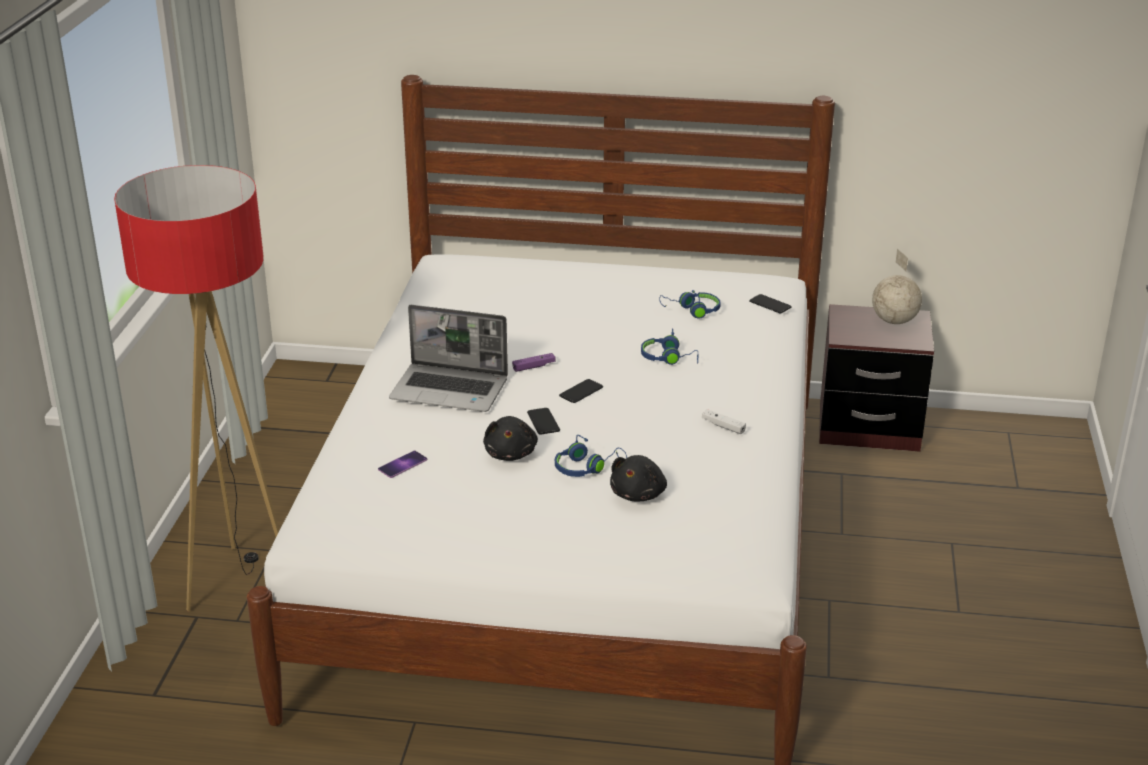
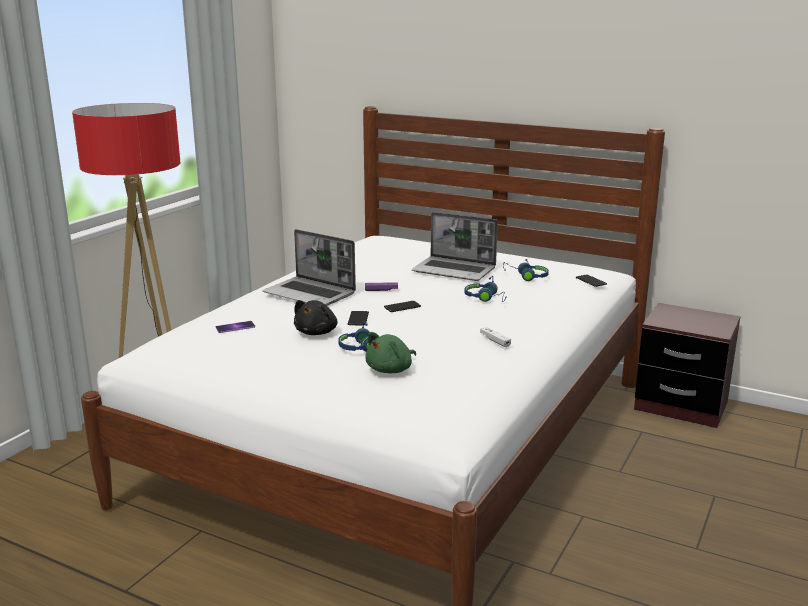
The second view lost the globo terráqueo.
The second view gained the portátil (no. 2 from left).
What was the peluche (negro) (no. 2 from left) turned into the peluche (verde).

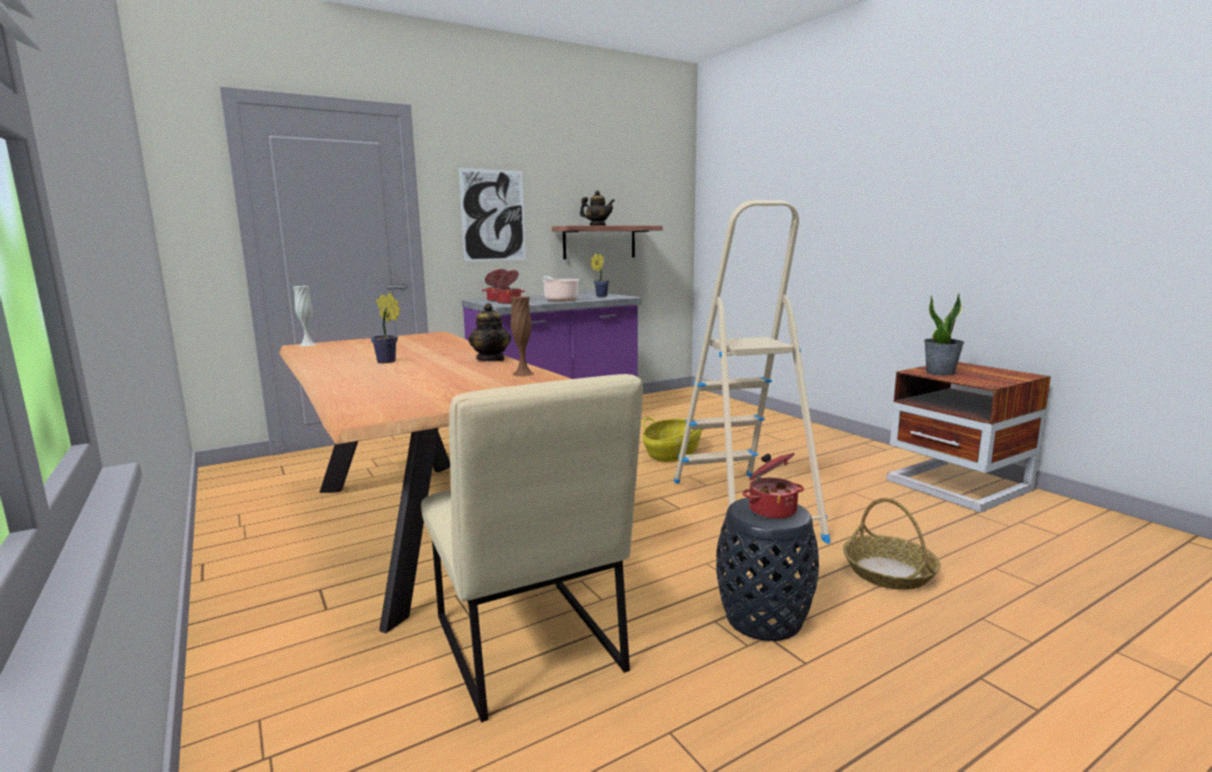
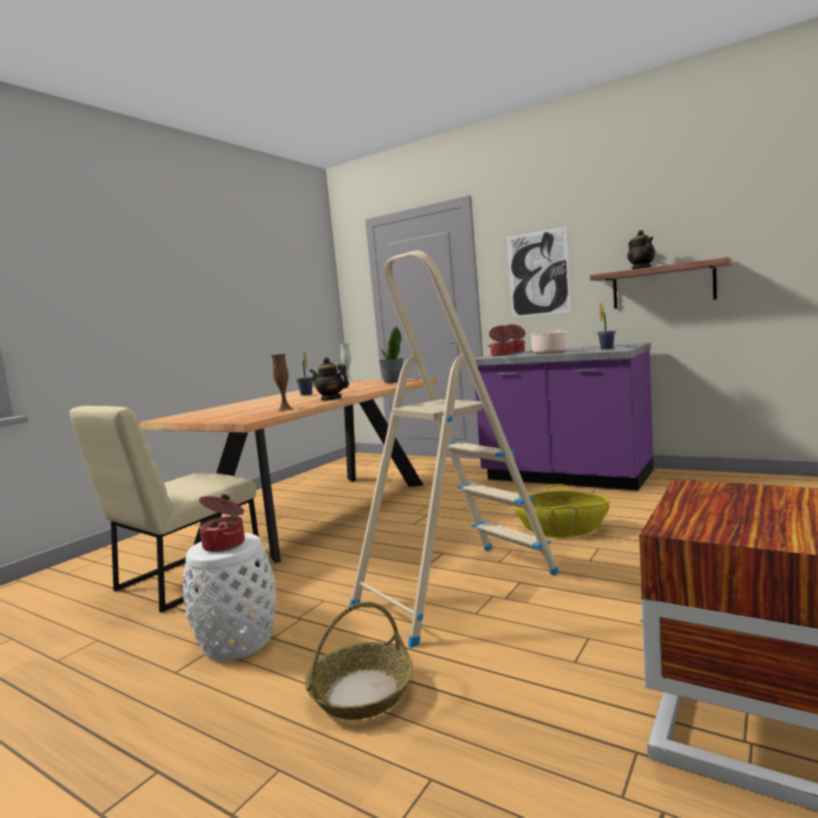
The planta en maceta (no. 3 from left in the first image) ended up elsewhere.
What was the taburete (negro) turned into the taburete (blanco).
The tetera (no. 1 from left) ended up facing another way, 75 degrees clockwise from before.

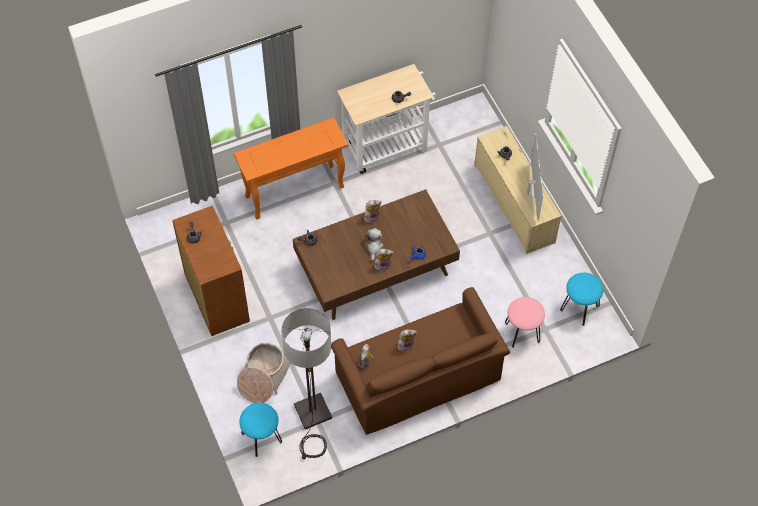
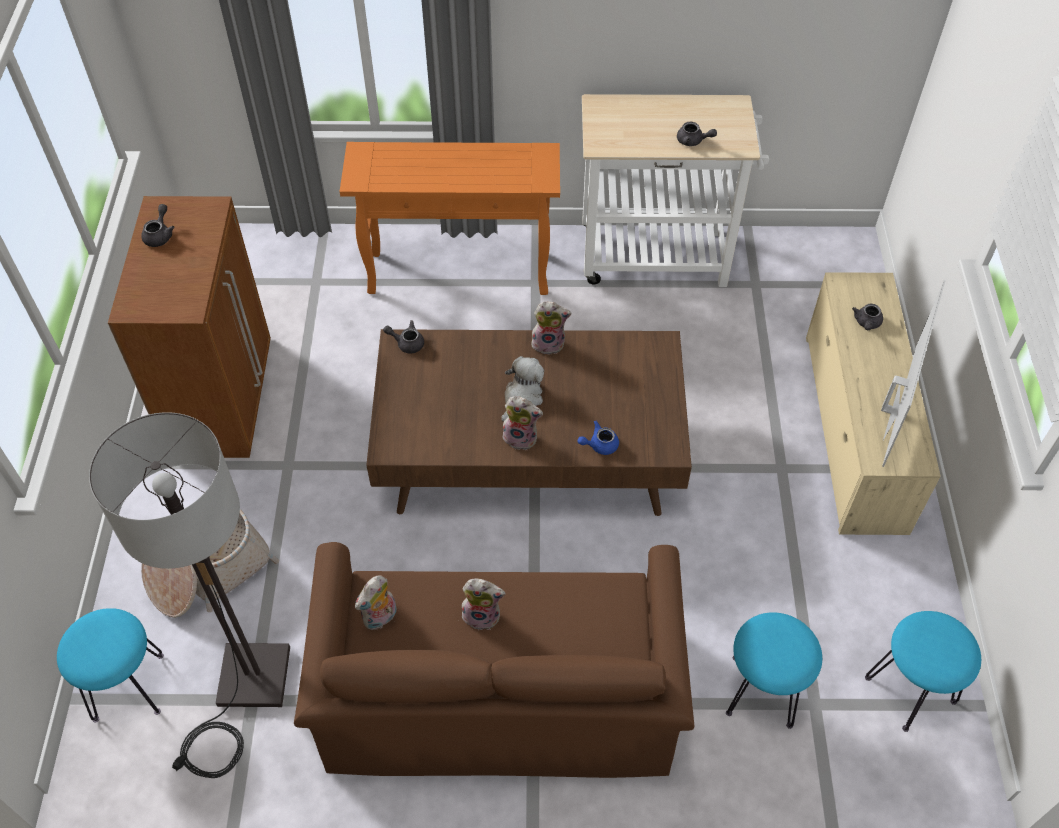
What was the taburete (rosa) turned into the taburete (turquesa) (no. 2 from left).

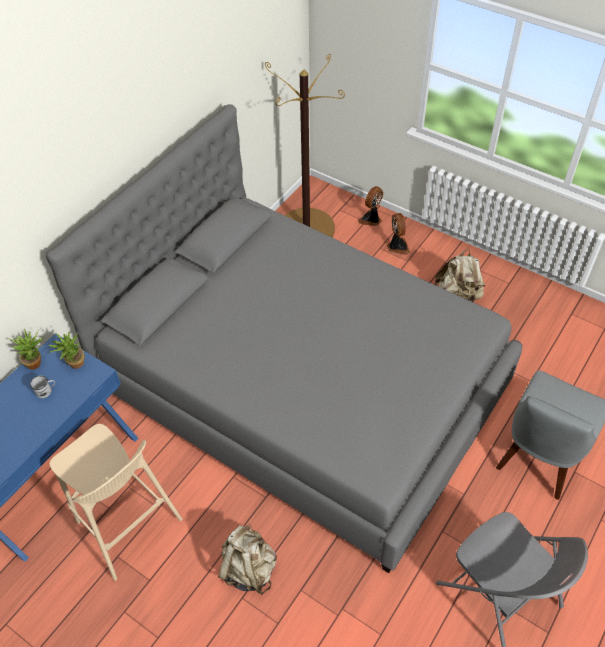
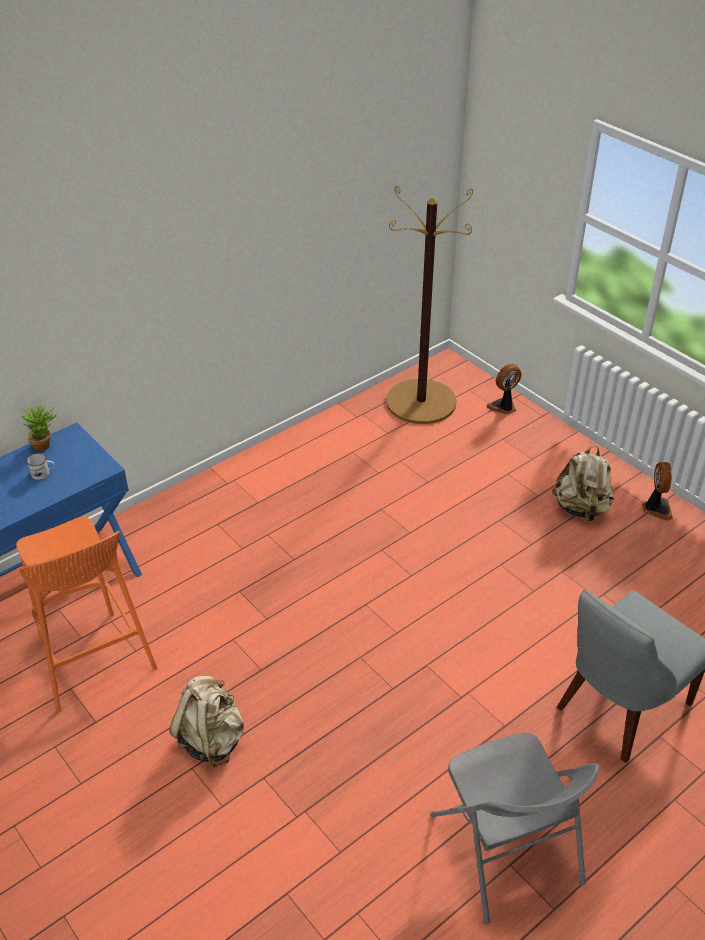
The second view lost the cama (gris).
The second view lost the planta en maceta (no. 2 from left).
The ventilador (no. 2 from left) ended up elsewhere.
What was the taburete (beis) turned into the taburete (naranja).

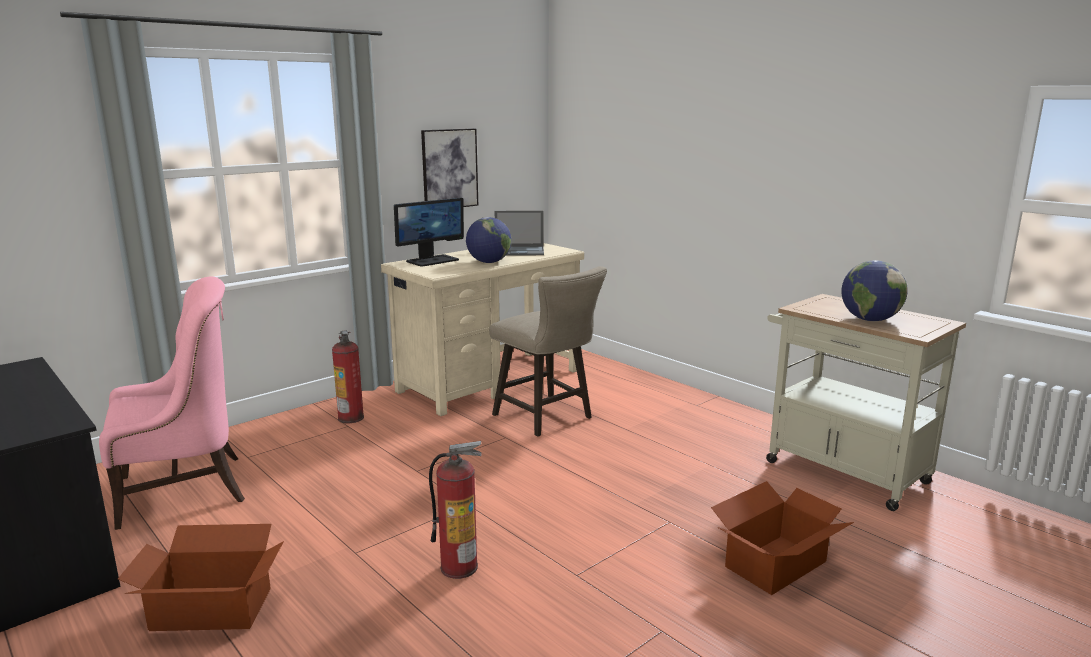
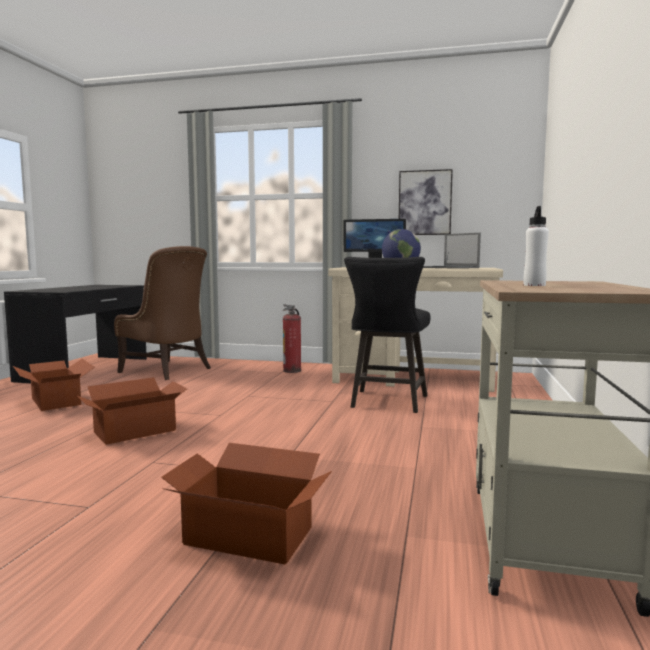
Where the extintor (no. 2 from left) stood, the caja de cartón (no. 2 from left) came to stand.
Where the globo terráqueo (no. 2 from left) stood, the botella (blanco) came to stand.
What was the silla (rosa) turned into the silla (marrón).
What was the taburete (beis) turned into the taburete (negro).

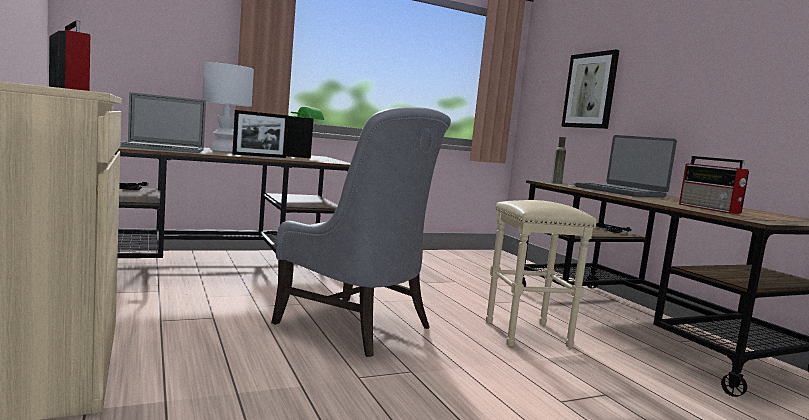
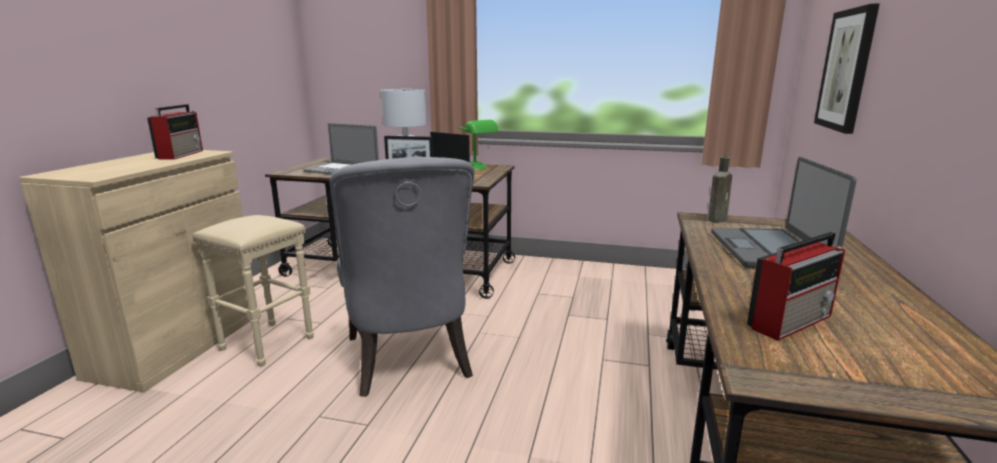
The taburete (beis) ended up elsewhere.
The radio (no. 2 from left) ended up facing another way, 135 degrees counterclockwise from before.

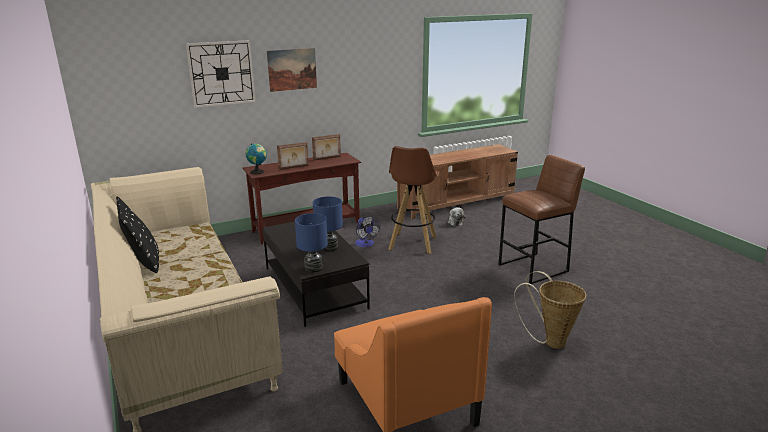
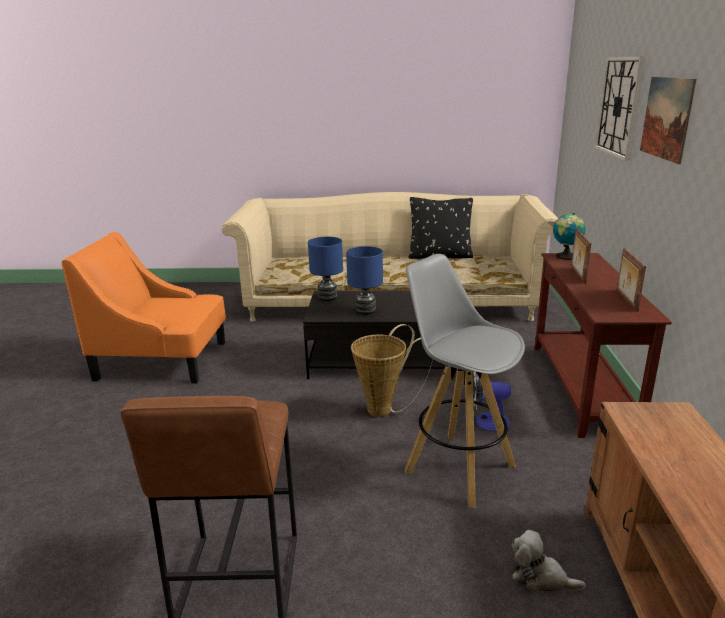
The cesta ended up elsewhere.
What was the taburete (marrón) (no. 1 from left) turned into the taburete (gris).

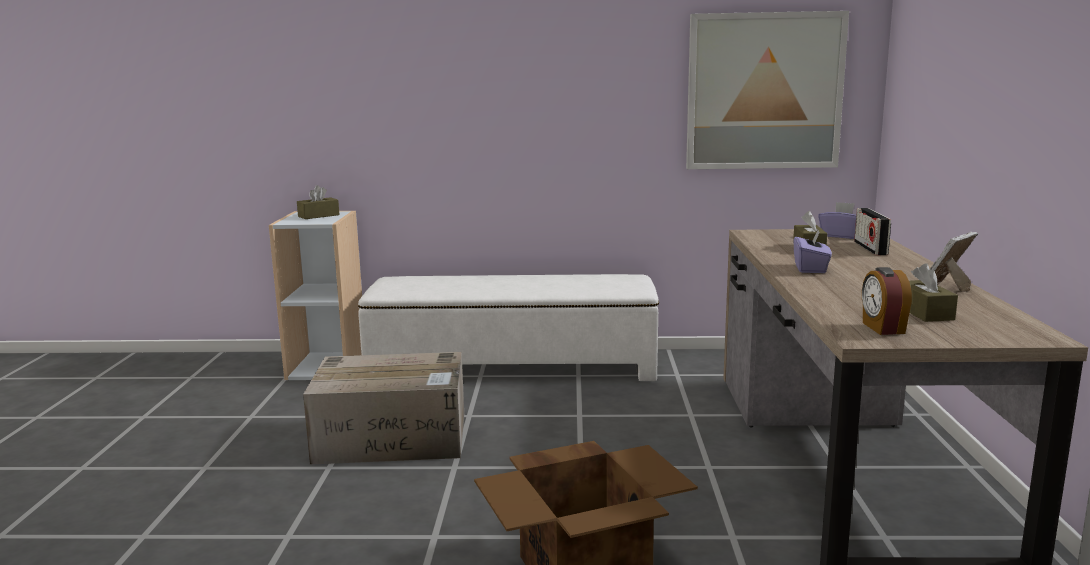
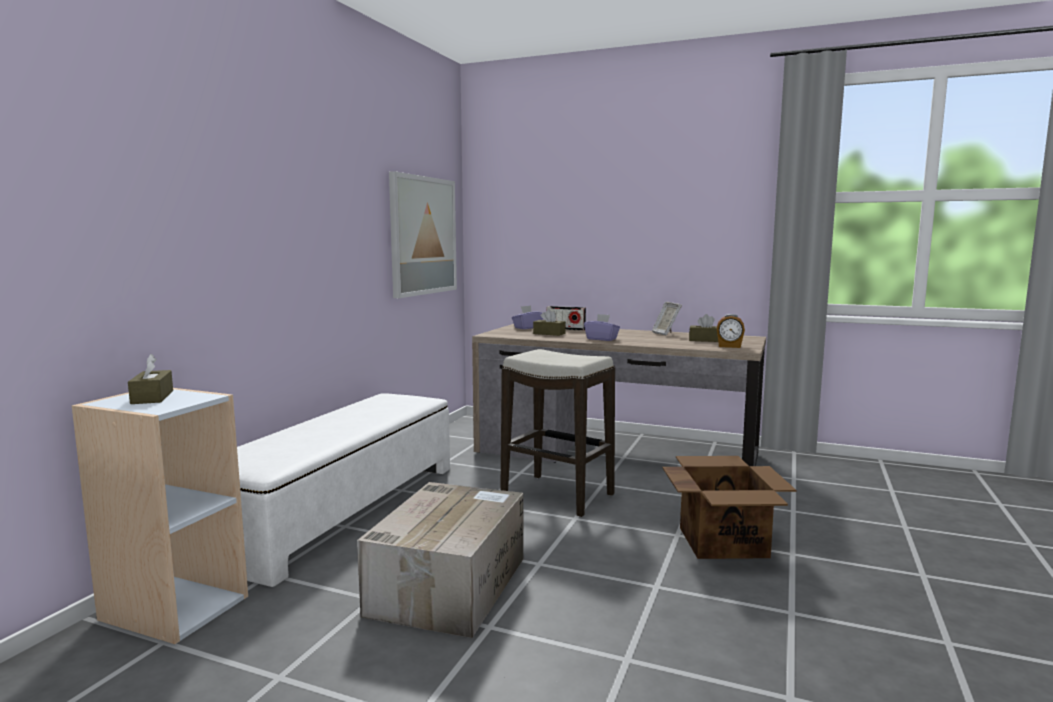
The second view gained the taburete.

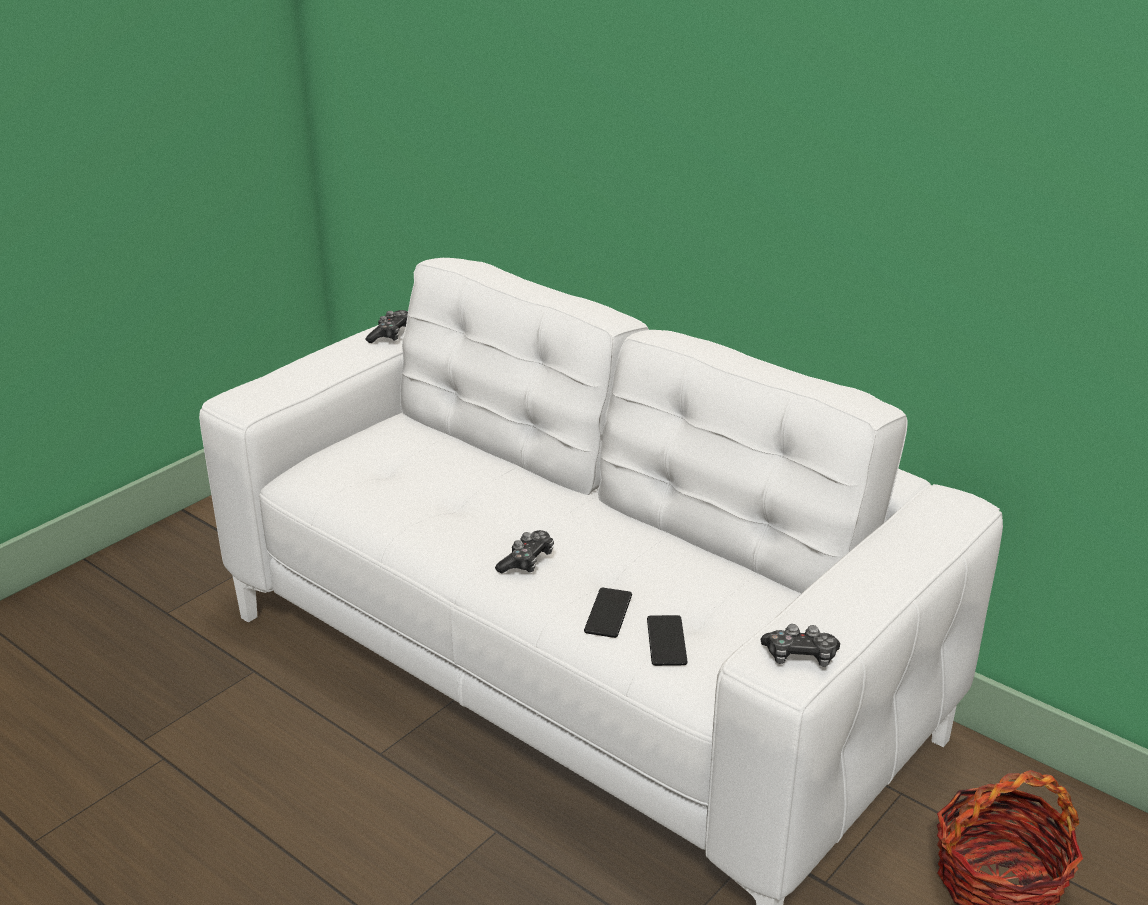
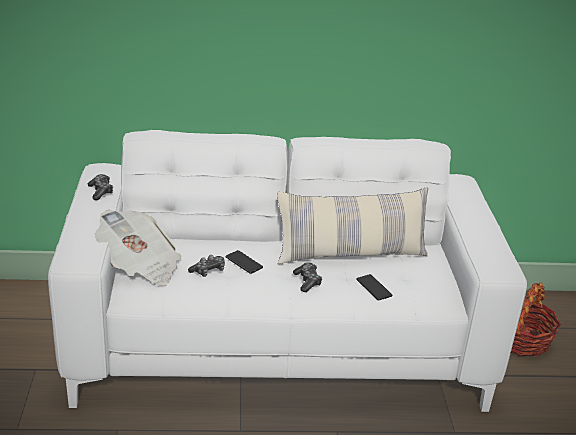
The second view gained the periódico.
The second view gained the cojín.
The móvil (no. 2 from left in the first image) ended up elsewhere.
The mando de consola (no. 3 from left in the first image) ended up elsewhere.

